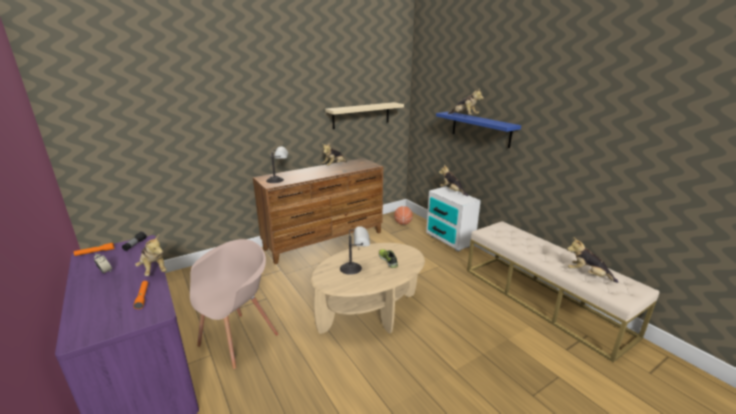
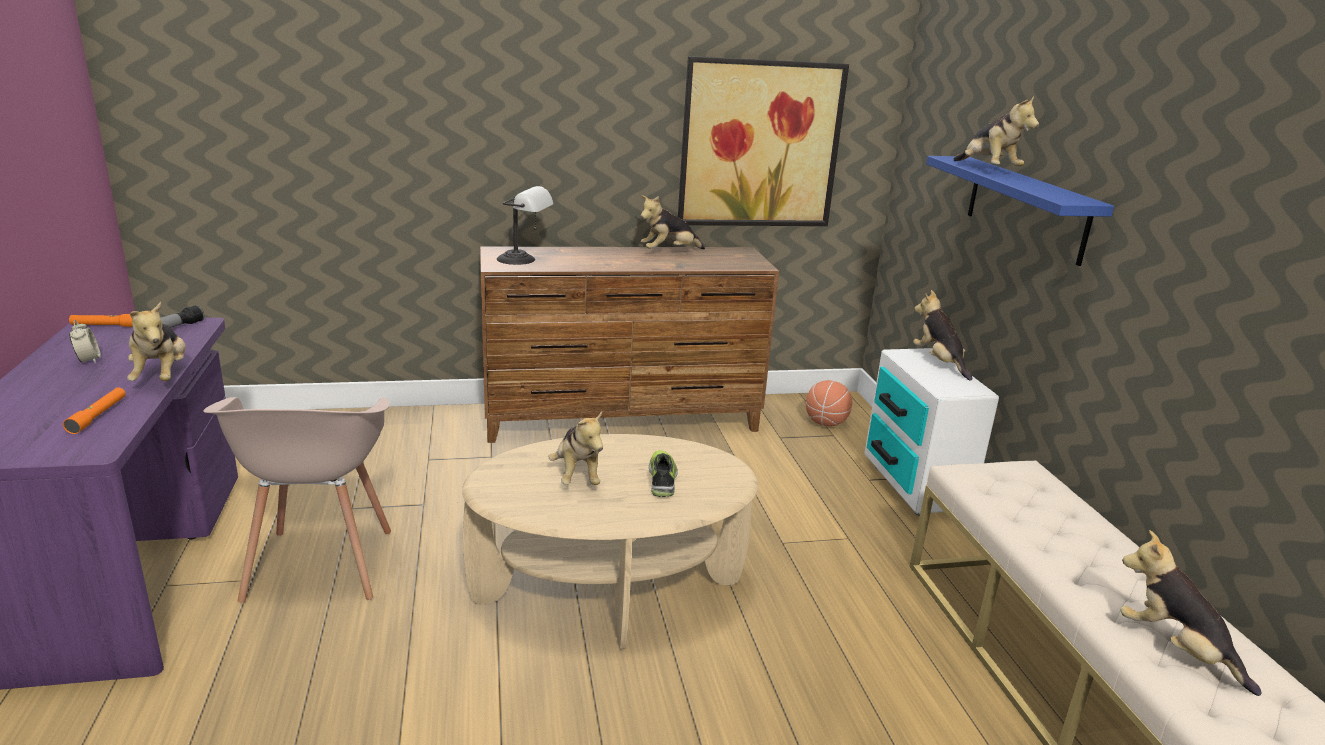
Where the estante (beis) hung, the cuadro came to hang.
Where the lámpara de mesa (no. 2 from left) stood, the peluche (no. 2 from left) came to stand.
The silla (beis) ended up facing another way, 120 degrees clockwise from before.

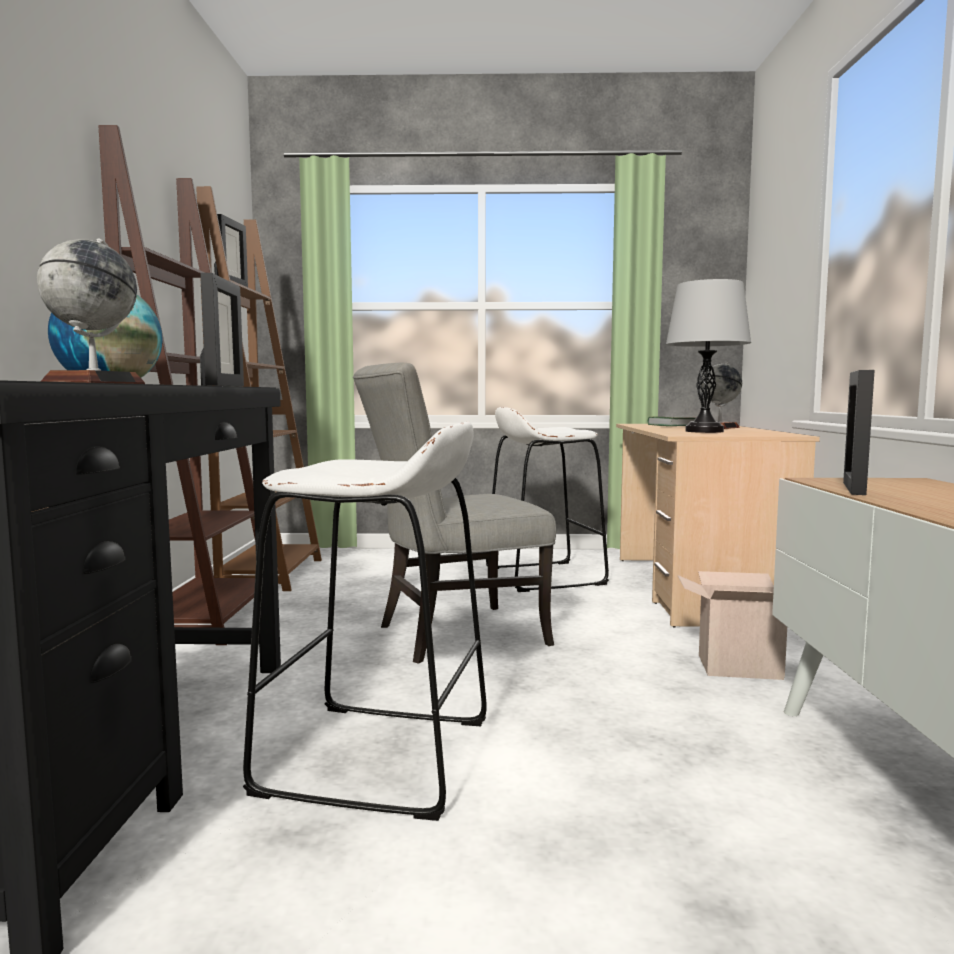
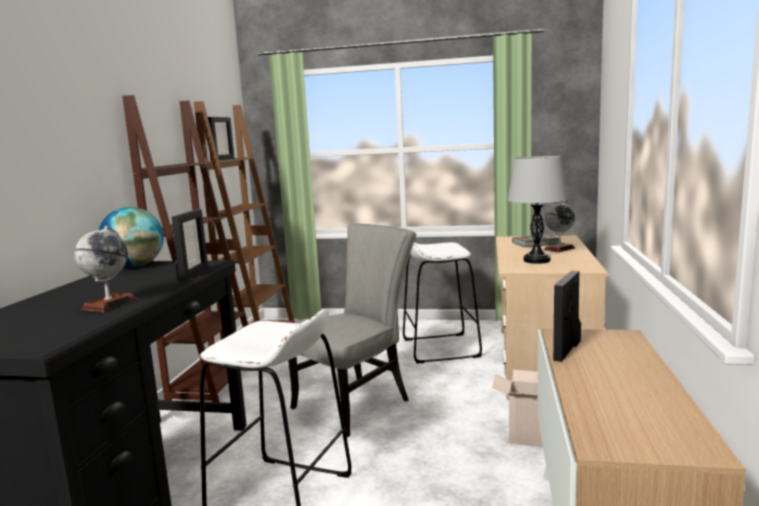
The silla (gris) ended up facing another way, 150 degrees clockwise from before.

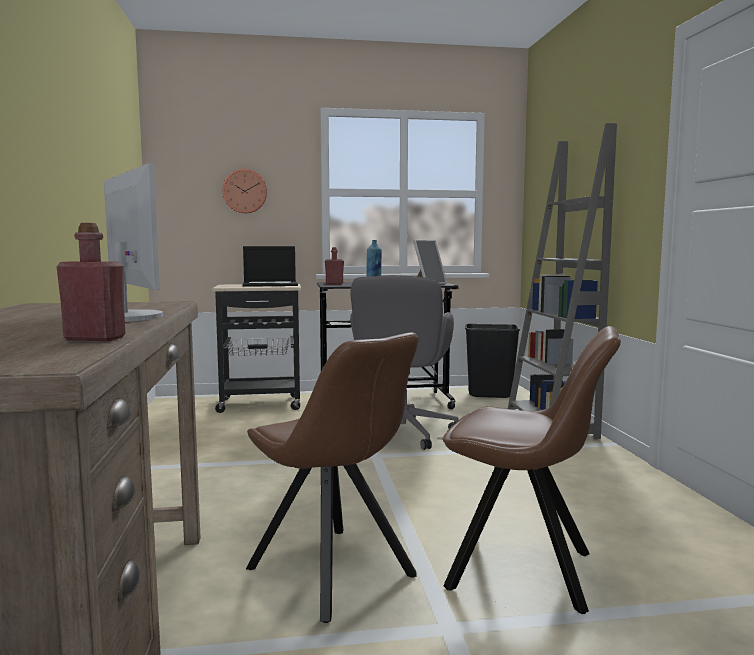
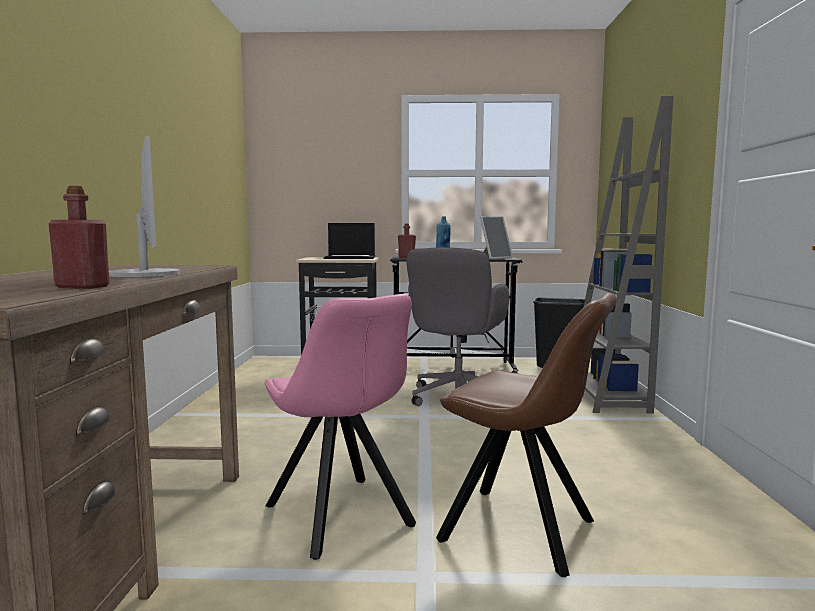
The second view lost the reloj de pared.
What was the silla (marrón) (no. 1 from left) turned into the silla (rosa).

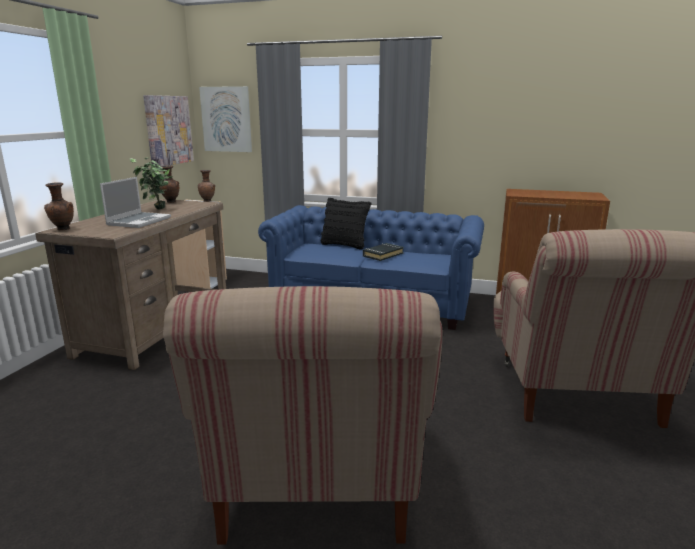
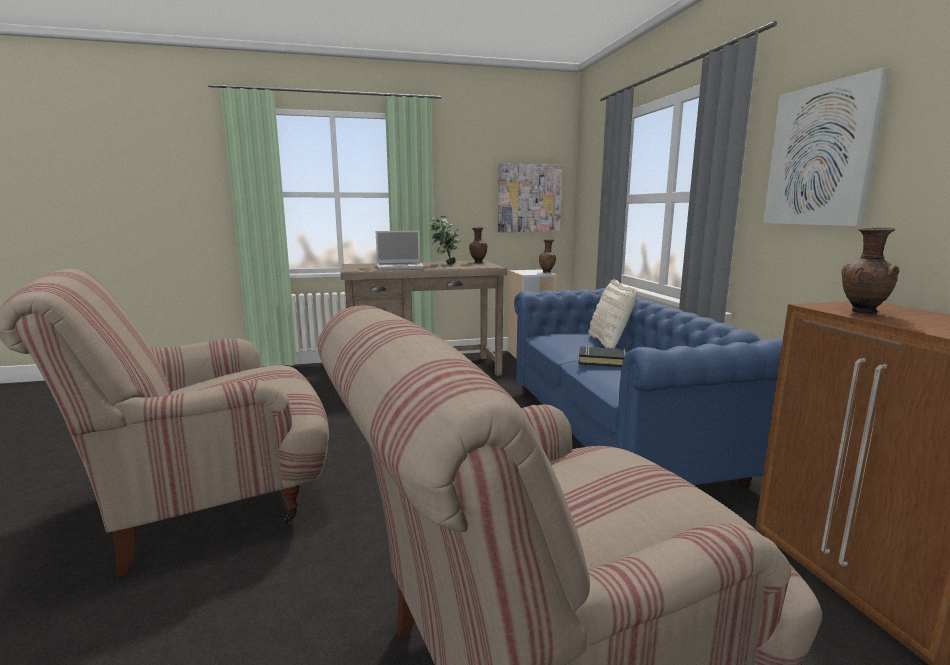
The florero (marrón) (no. 1 from left in the first image) ended up elsewhere.
The cuadro (no. 2 from left) ended up elsewhere.
What was the cojín (negro) turned into the cojín (beis).

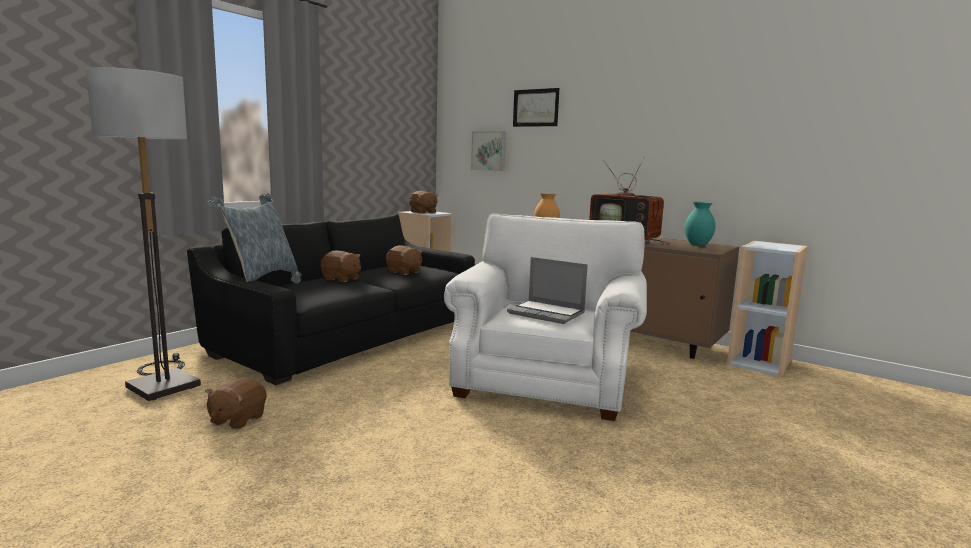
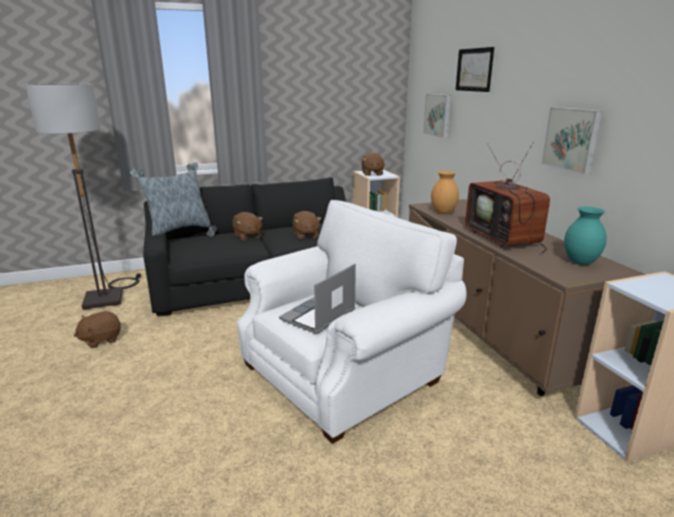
The second view gained the cuadro (no. 3 from left).
The portátil ended up facing another way, 60 degrees clockwise from before.

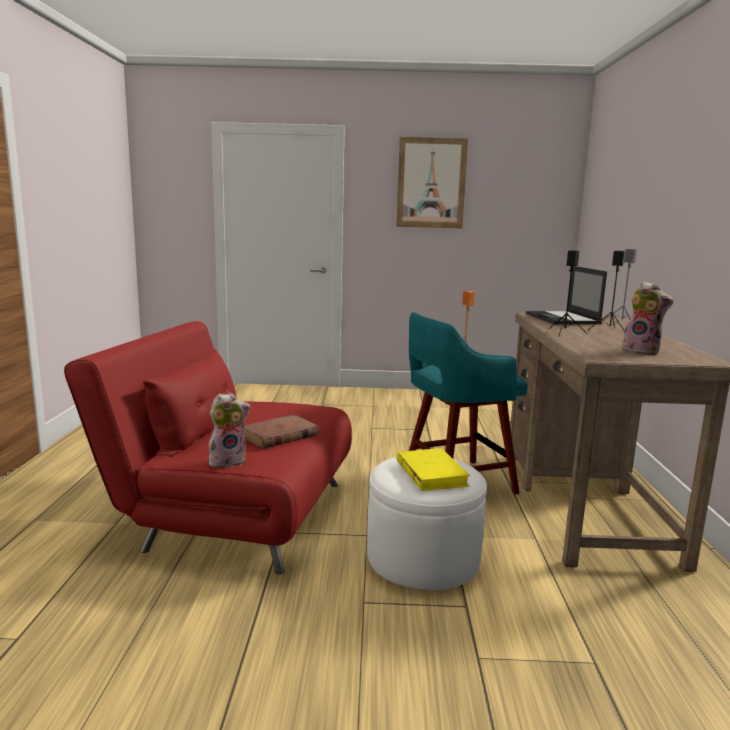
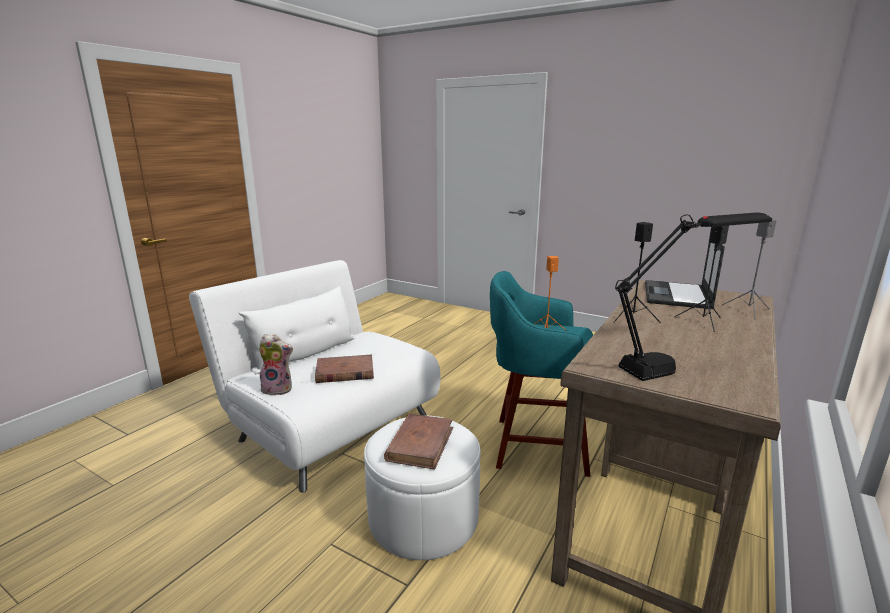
The second view lost the cuadro.
Where the peluche (no. 2 from left) stood, the lámpara de mesa (negro) came to stand.
What was the sillón (rojo) turned into the sillón (blanco).
What was the libro (amarillo) turned into the libro (marrón) (no. 2 from left).

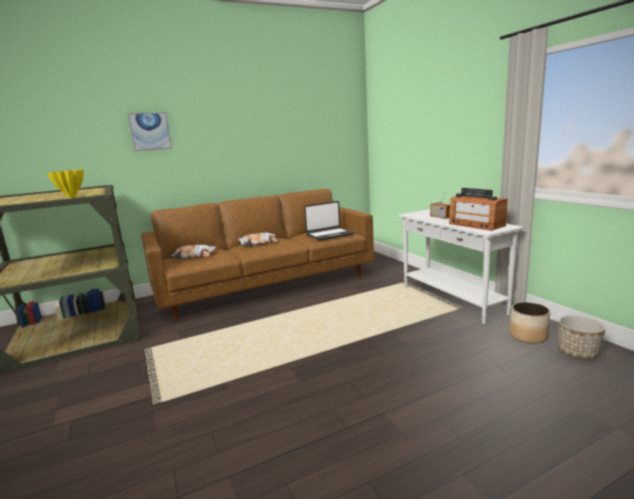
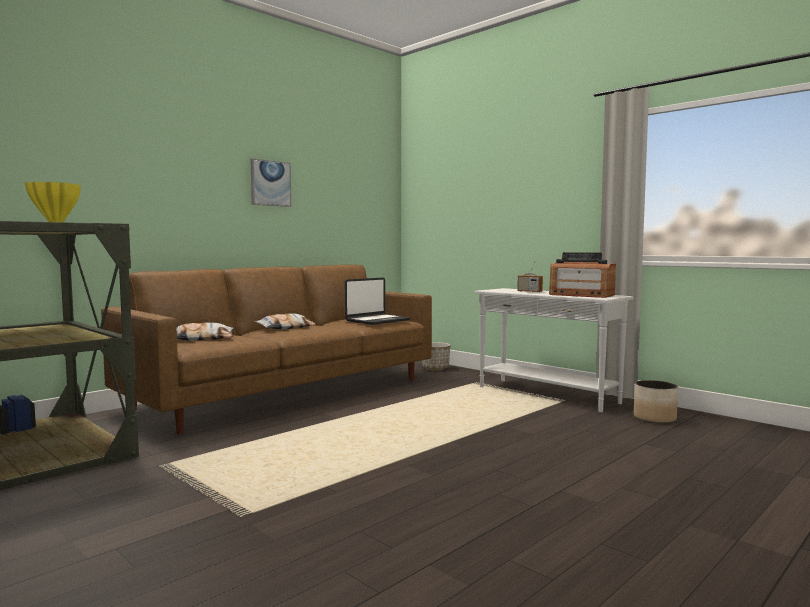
The cuadro ended up elsewhere.
The maceta (no. 2 from left in the first image) ended up elsewhere.

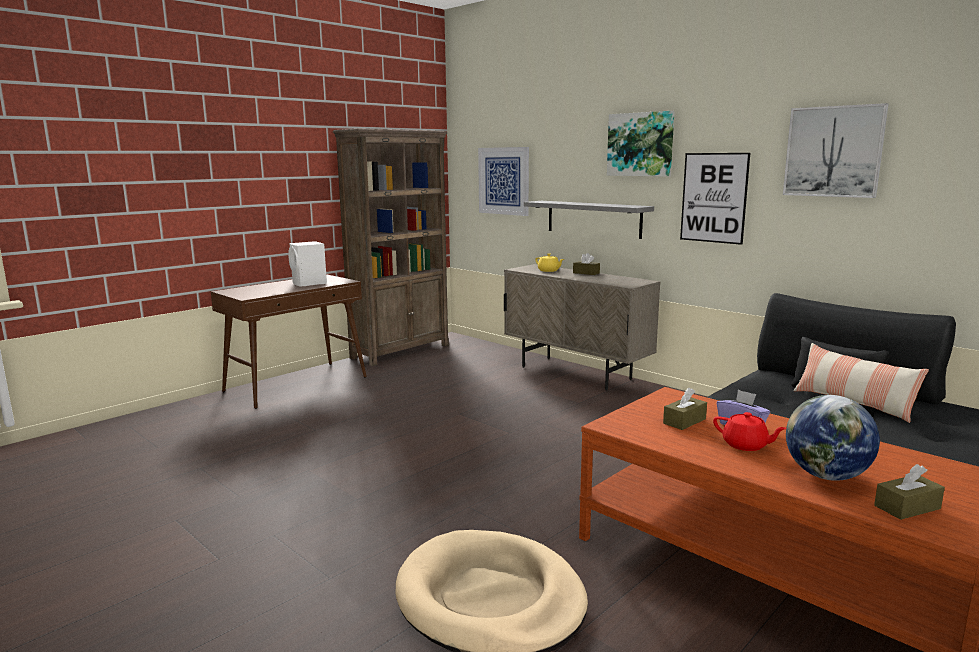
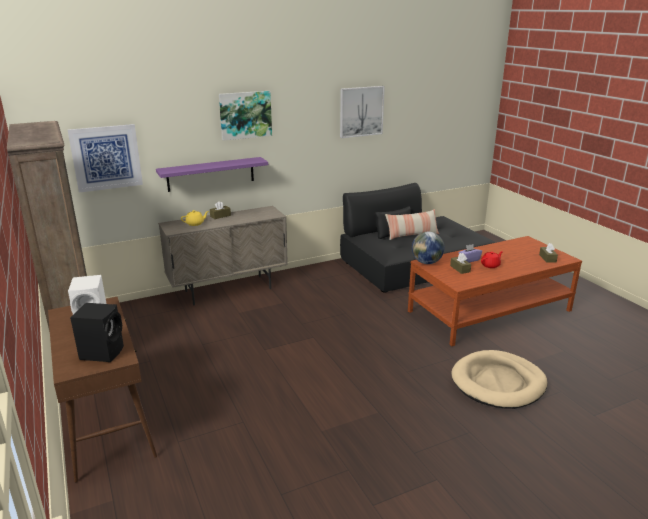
The second view lost the cuadro (no. 3 from left).
The second view gained the altavoz (negro).
The globo terráqueo ended up elsewhere.
What was the estante (gris) turned into the estante (morado).

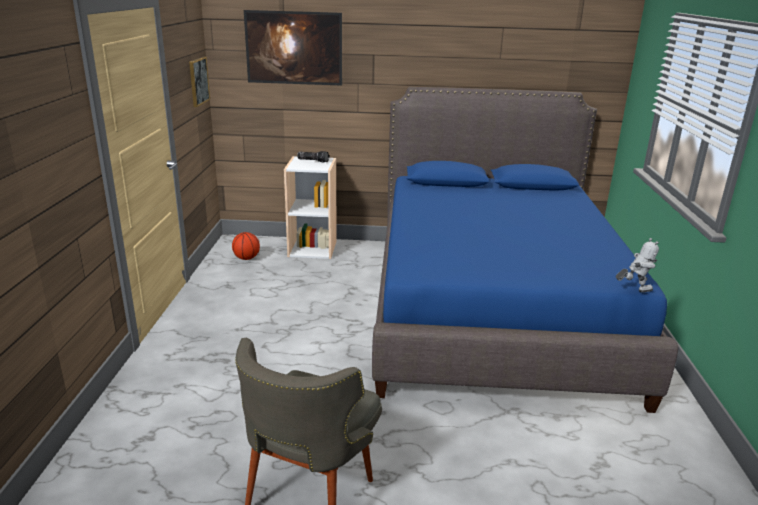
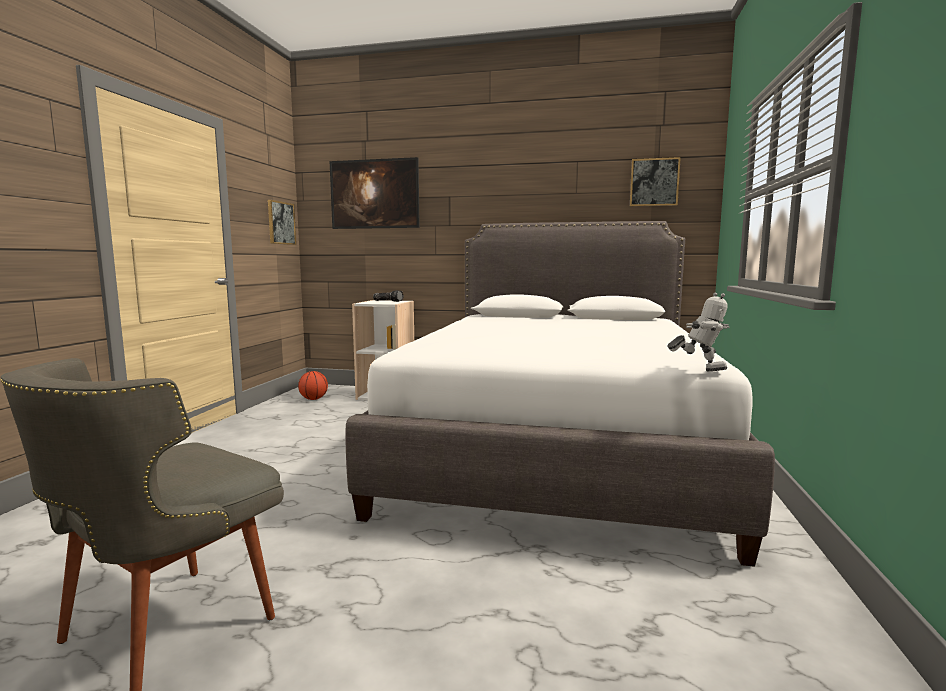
The second view gained the cuadro (no. 3 from left).
What was the cama (azul) turned into the cama (blanco).

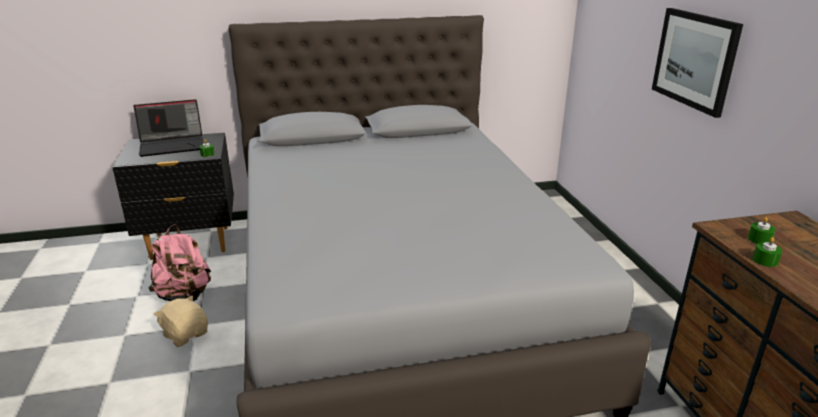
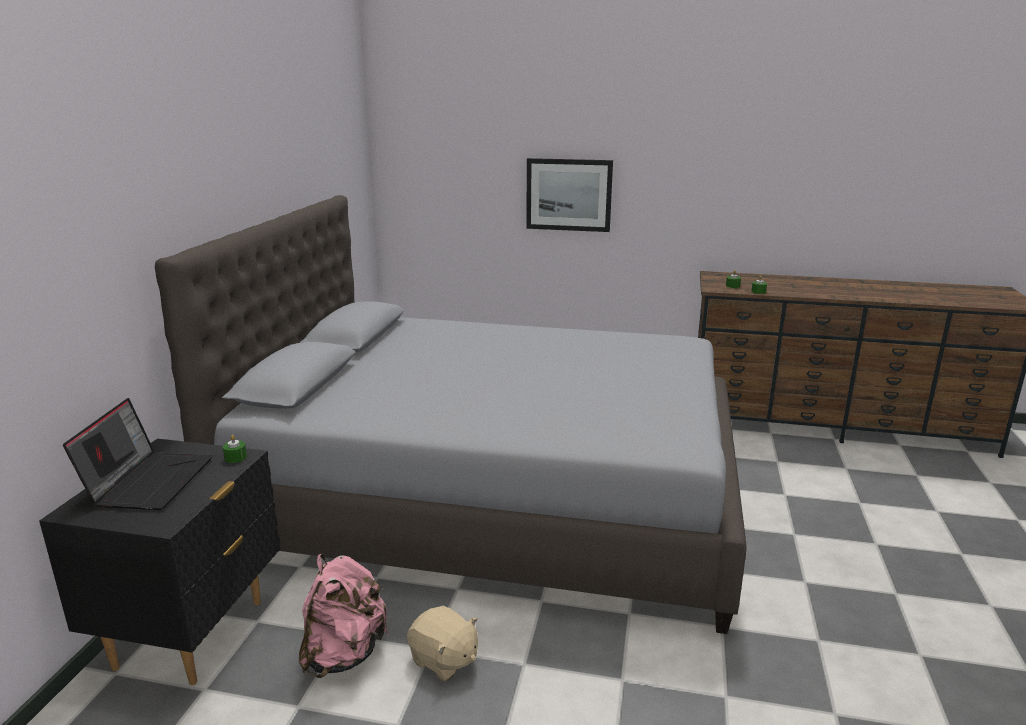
The peluche (beis) ended up facing another way, 120 degrees counterclockwise from before.

